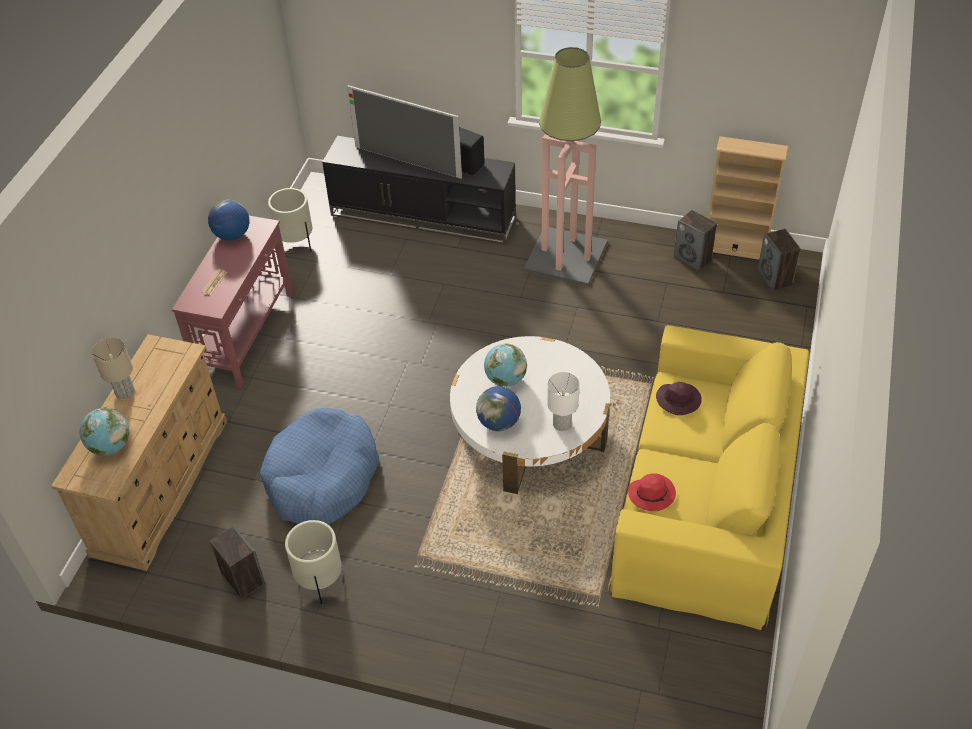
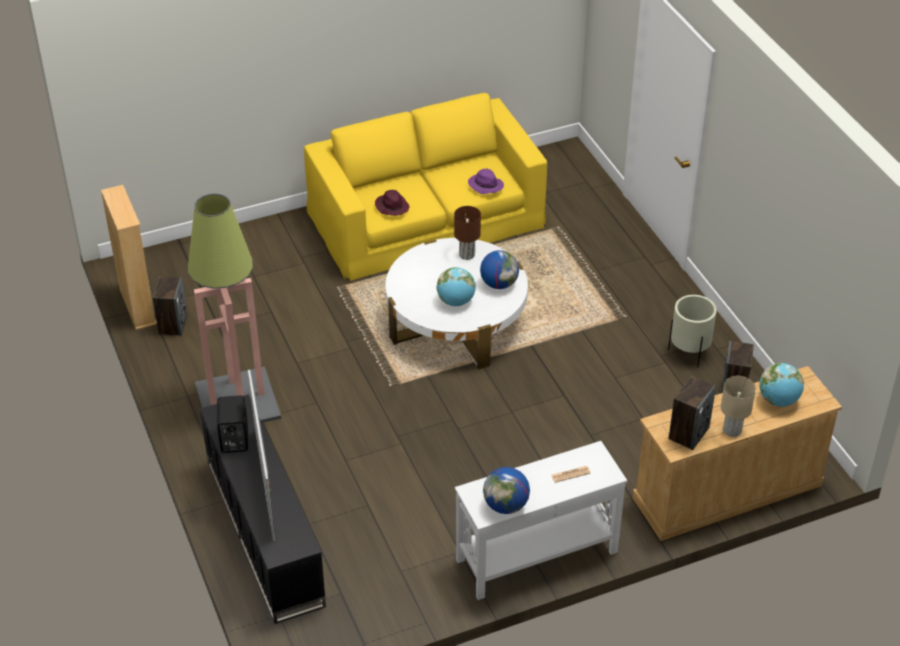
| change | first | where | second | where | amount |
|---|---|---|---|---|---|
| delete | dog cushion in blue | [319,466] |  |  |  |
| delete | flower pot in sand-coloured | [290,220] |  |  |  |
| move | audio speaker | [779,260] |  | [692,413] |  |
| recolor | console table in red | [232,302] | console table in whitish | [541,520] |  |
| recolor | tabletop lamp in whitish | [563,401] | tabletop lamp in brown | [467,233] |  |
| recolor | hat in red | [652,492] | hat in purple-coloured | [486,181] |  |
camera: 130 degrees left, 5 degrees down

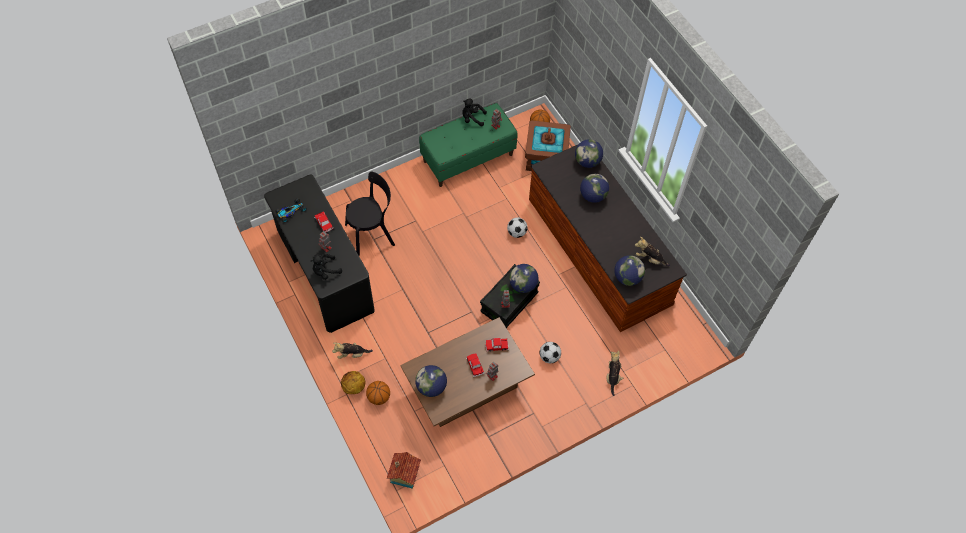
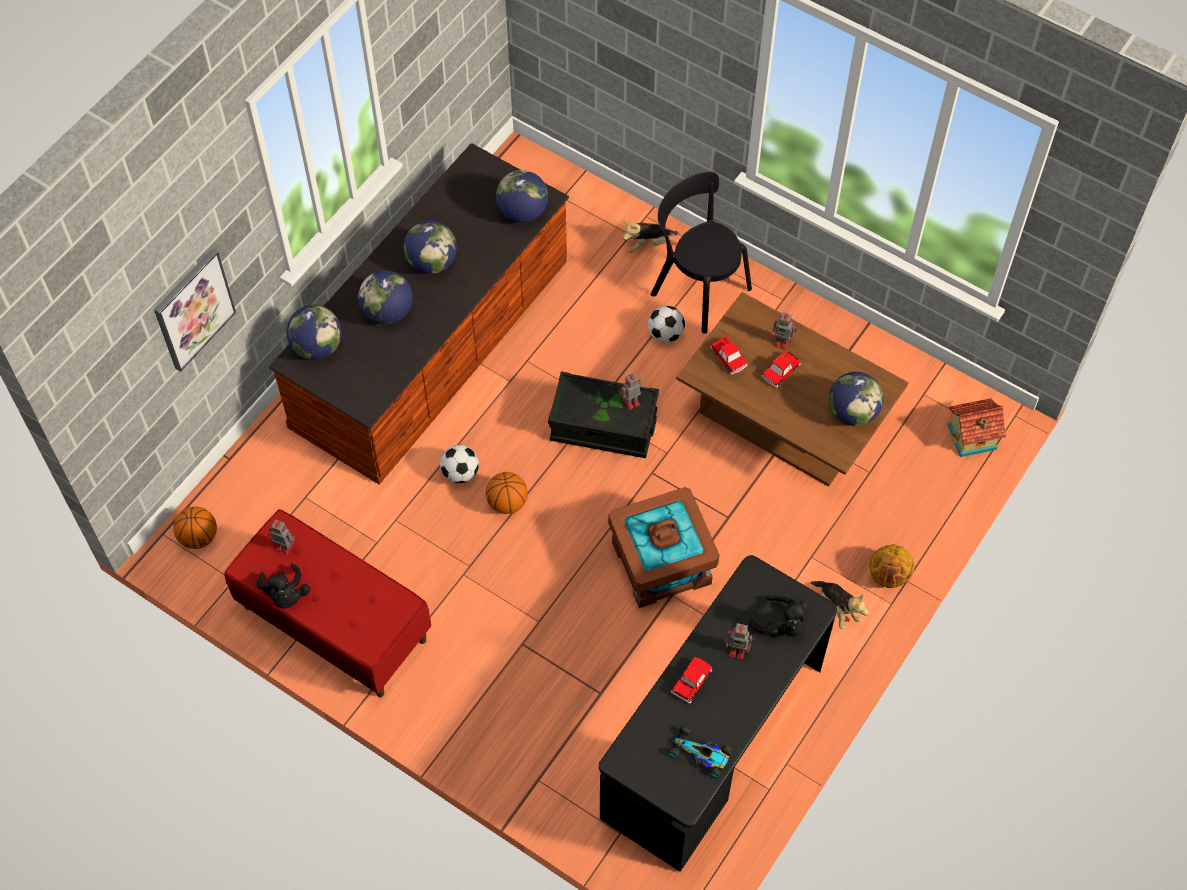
| change | first | where | second | where | amount |
|---|---|---|---|---|---|
| delete | plush toy | [652,252] |  |  |  |
| insert |  |  | picture | [195,310] |  |
| move | chair in blackish | [370,213] |  | [701,253] |  |
| move | basketball ball | [378,393] |  | [507,493] |  |
| move | desk globe | [524,278] |  | [430,247] |  |
| move | storage container in brown | [548,145] |  | [664,547] |  |
| recolor | long seat in green-coloured | [468,145] | long seat in red | [327,603] |  |
camera: 115 degrees left, 0 degrees up

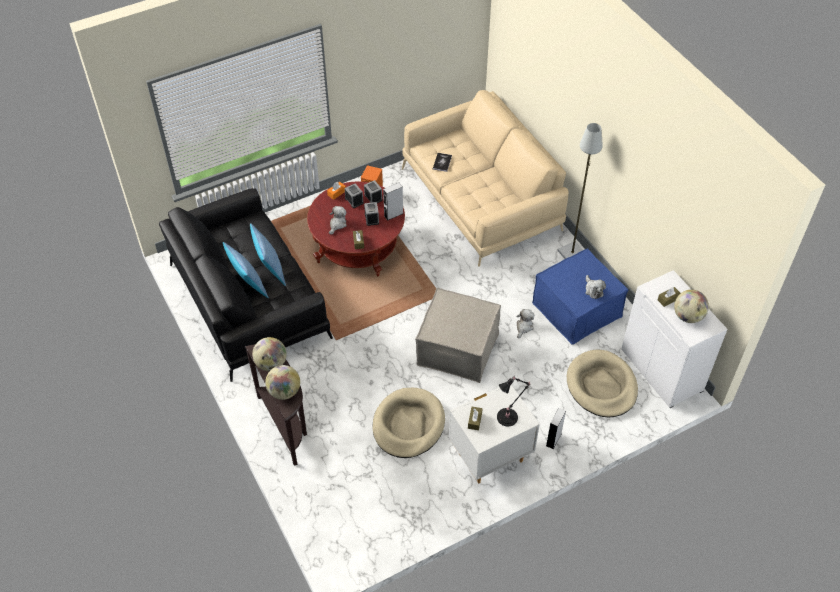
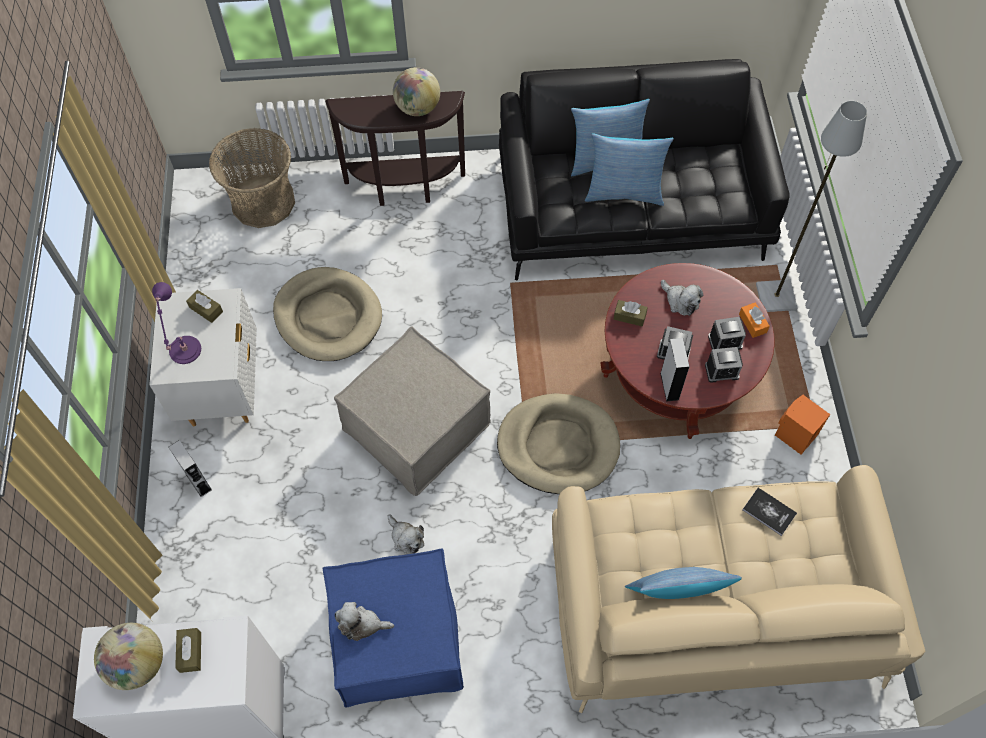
| change | first | where | second | where | amount |
|---|---|---|---|---|---|
| delete | desk globe | [282,382] |  |  |  |
| insert |  |  | basket | [252,178] |  |
| insert |  |  | pillow | [683,583] |  |
| move | standard lamp in greyish | [580,191] |  | [811,206] |  |
| move | dog cushion in sand-coloured | [602,383] |  | [558,443] |  |
| recolor | tabletop lamp in blackish | [513,402] | tabletop lamp in purple-coloured | [176,323] |  |
camera: 115 degrees right, 10 degrees up

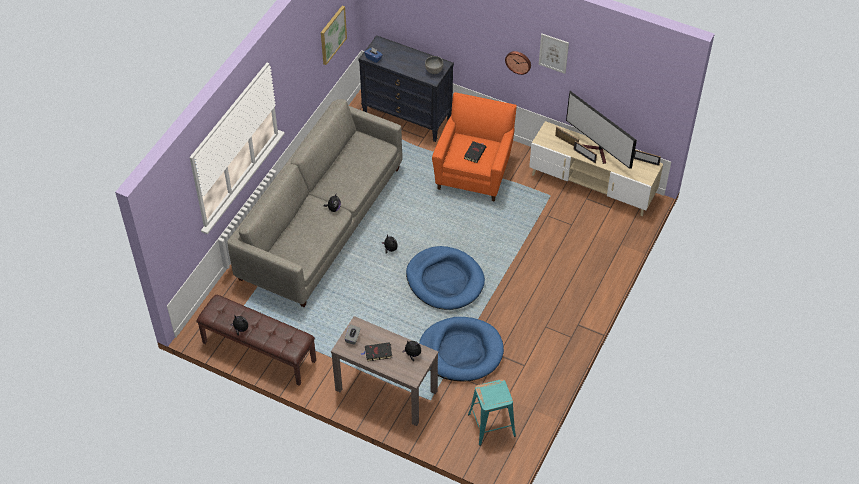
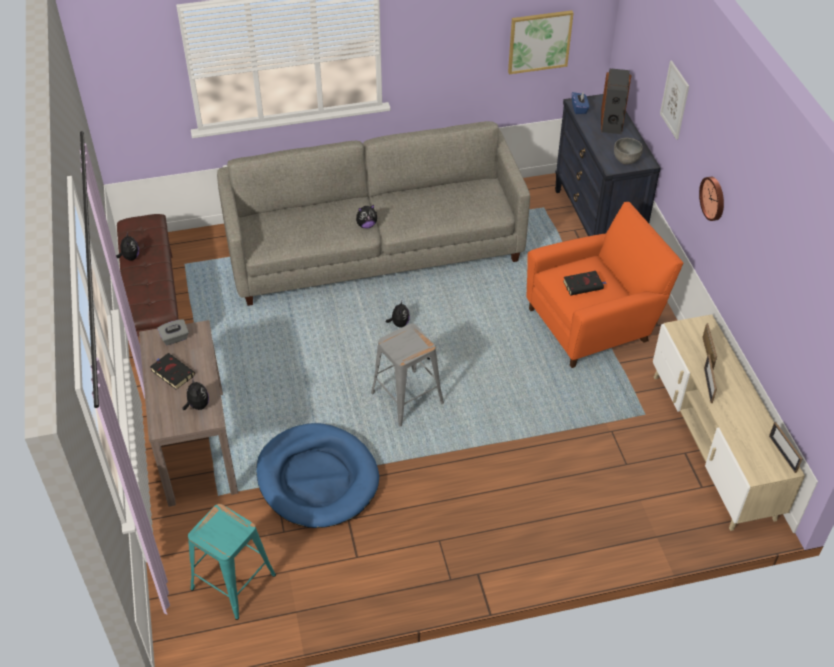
| change | first | where | second | where | amount |
|---|---|---|---|---|---|
| delete | TV | [601,130] |  |  |  |
| insert |  |  | audio speaker | [616,101] |  |
| move | picture | [554,54] |  | [674,100] |  |
| replace | dog cushion in blue | [445,278] | sitting stool in greyish | [407,375] |  |
camera: 50 degrees right, 5 degrees down

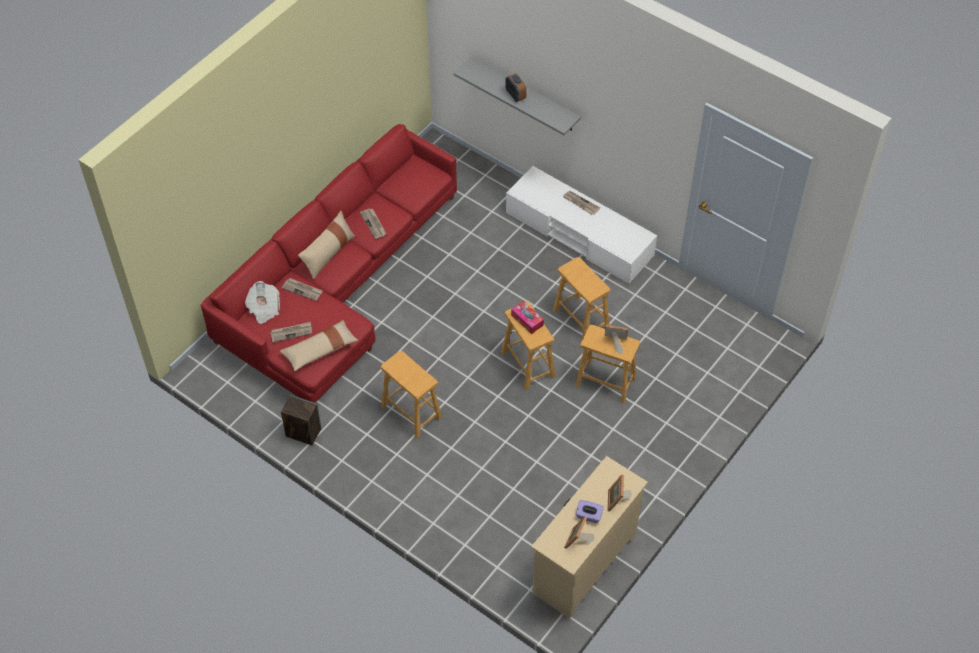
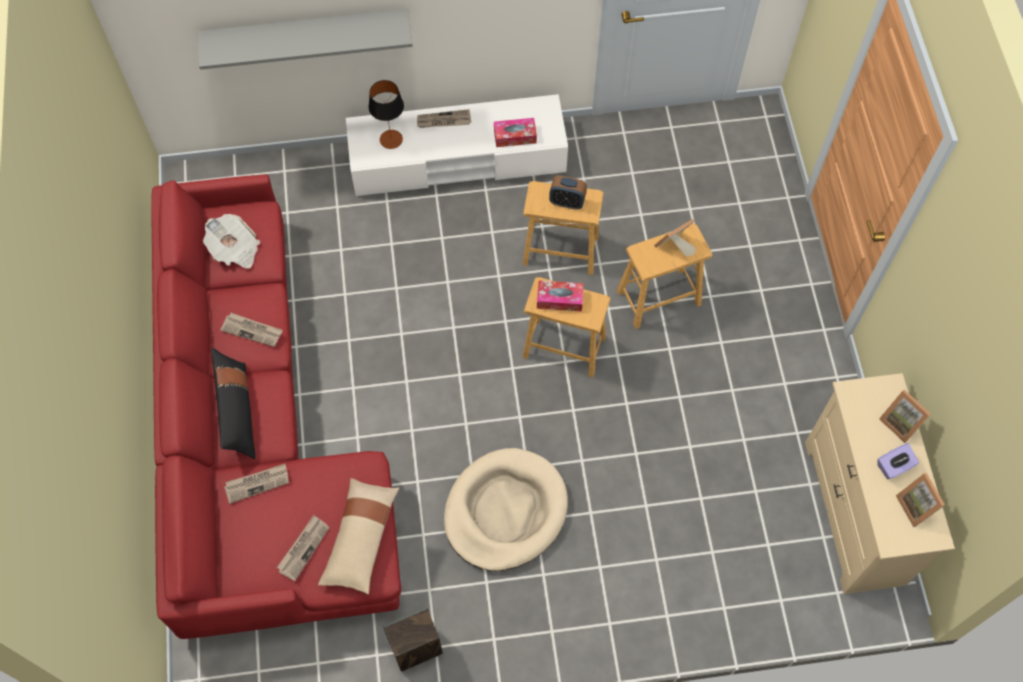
| change | first | where | second | where | amount |
|---|---|---|---|---|---|
| insert |  |  | tabletop lamp | [386,114] |  |
| insert |  |  | tissue holder | [515,132] |  |
| move | printed paper | [262,302] |  | [231,241] |  |
| move | bedside clock | [516,87] |  | [568,192] |  |
| replace | sitting stool in brown | [411,394] | dog cushion in sand-coloured | [506,509] |  |
| recolor | pillow in sand-coloured | [326,245] | pillow in blackish | [233,404] |  |
camera: 45 degrees left, 10 degrees up

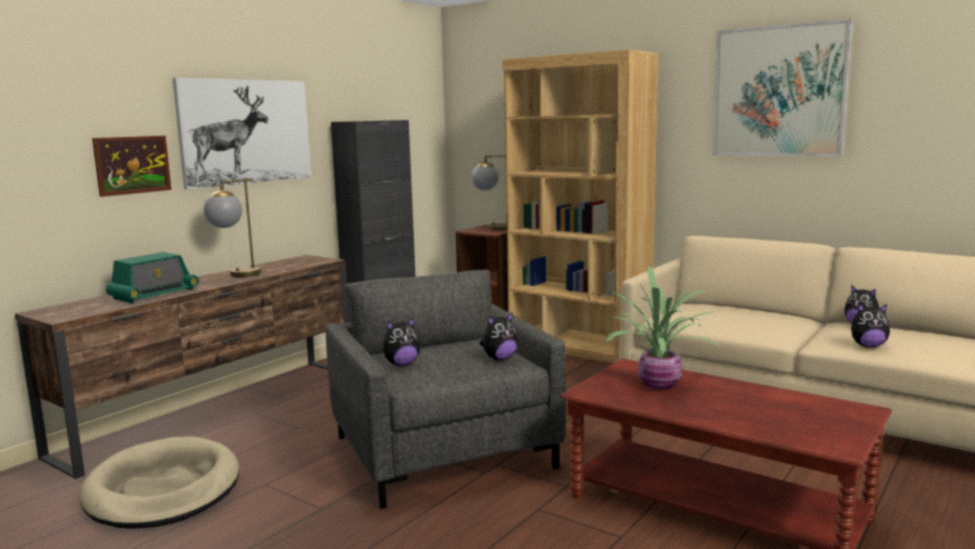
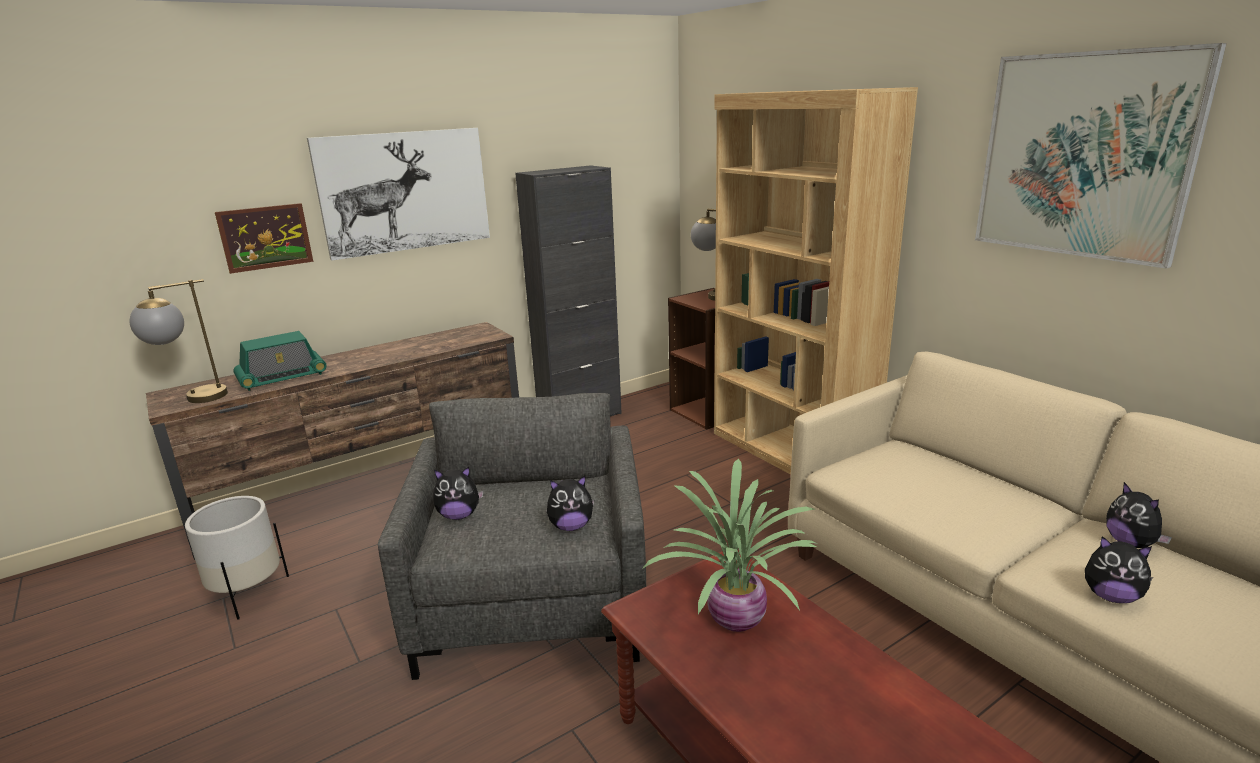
| change | first | where | second | where | amount |
|---|---|---|---|---|---|
| move | tabletop lamp | [232,227] |  | [179,341] |  |
| replace | dog cushion in sand-coloured | [159,482] | flower pot in whitish | [237,558] |  |
camera: 20 degrees right, 10 degrees up

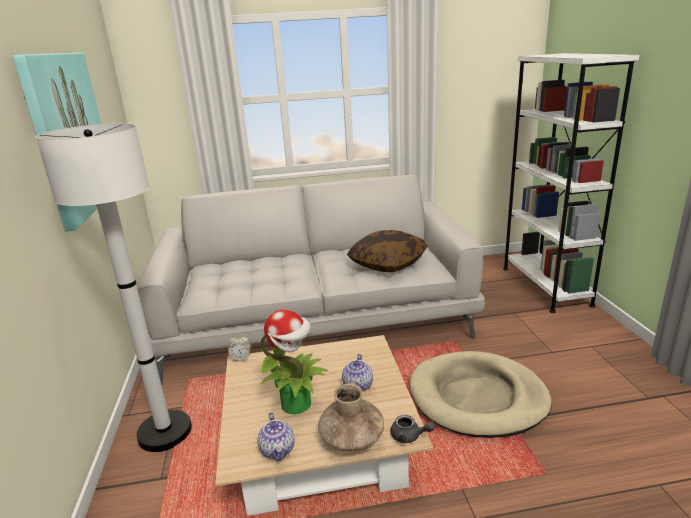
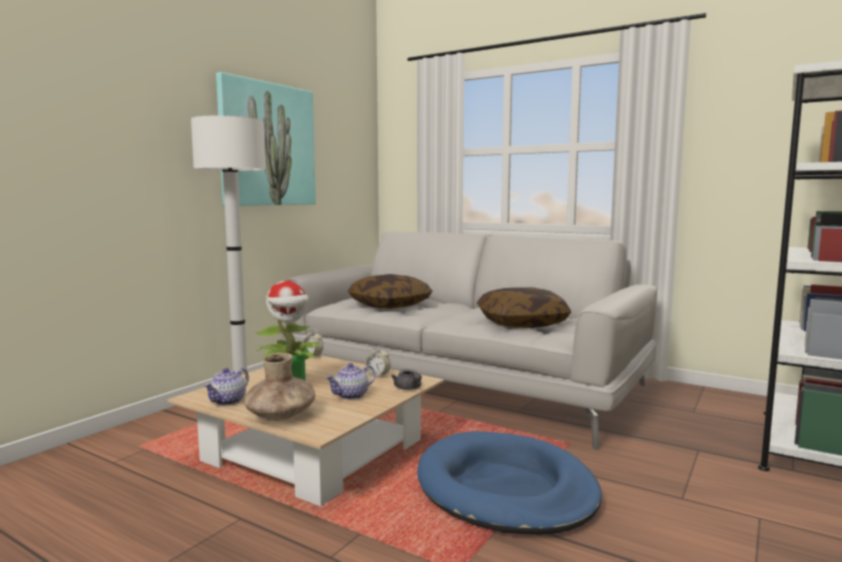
| change | first | where | second | where | amount |
|---|---|---|---|---|---|
| insert |  |  | pillow | [390,291] |  |
| insert |  |  | bedside clock | [378,362] |  |
| move | tea pot in greyish | [413,429] |  | [406,379] |  |
| recolor | dog cushion in sand-coloured | [480,394] | dog cushion in blue | [509,483] |  |
camera: 40 degrees right, 15 degrees down

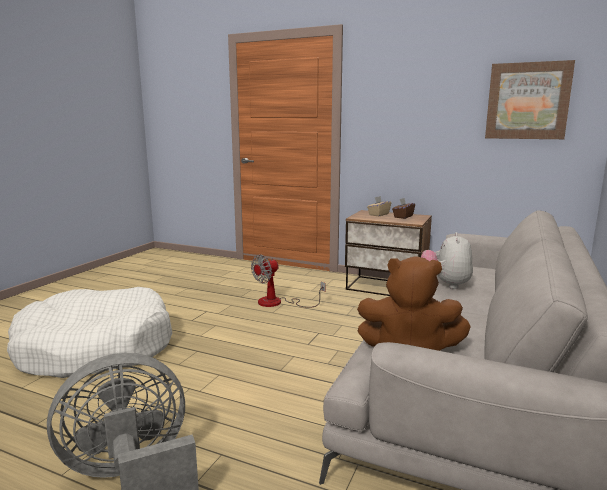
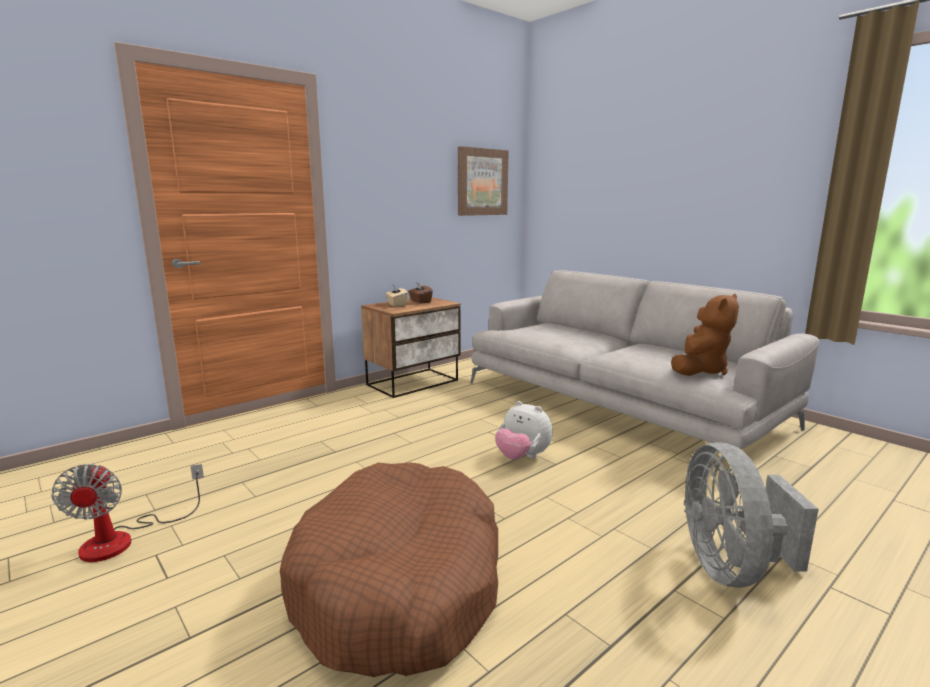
| change | first | where | second | where | amount |
|---|---|---|---|---|---|
| move | electric fan | [288,281] |  | [127,512] |  |
| move | plush toy | [447,260] |  | [524,430] |  |
| recolor | dog cushion in whitish | [89,332] | dog cushion in brown | [389,570] |  |
camera: 65 degrees left, 0 degrees up

